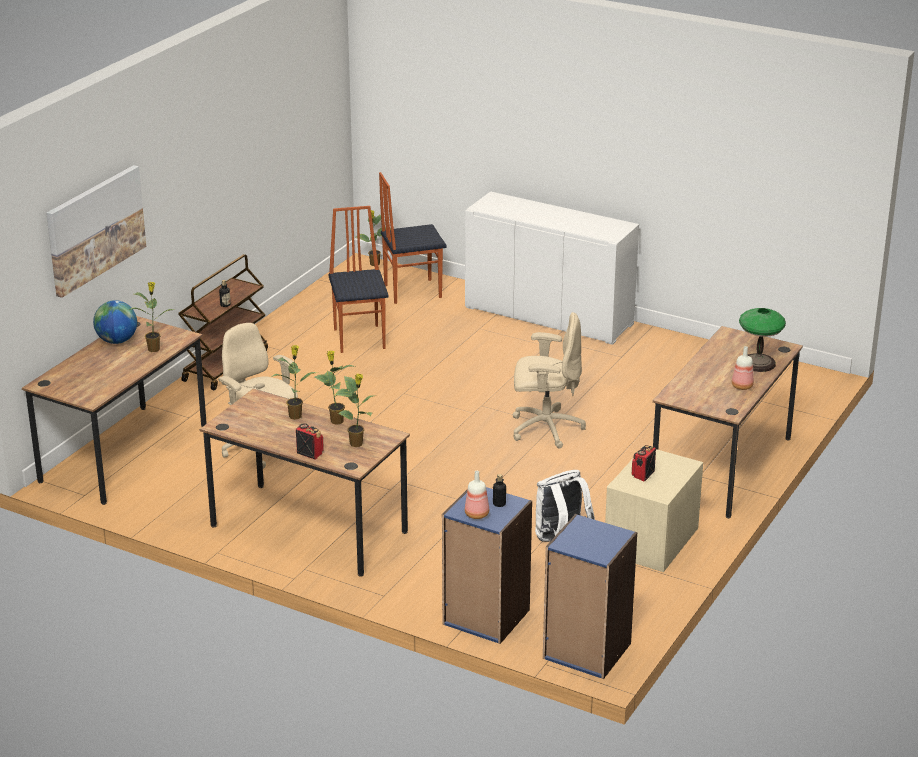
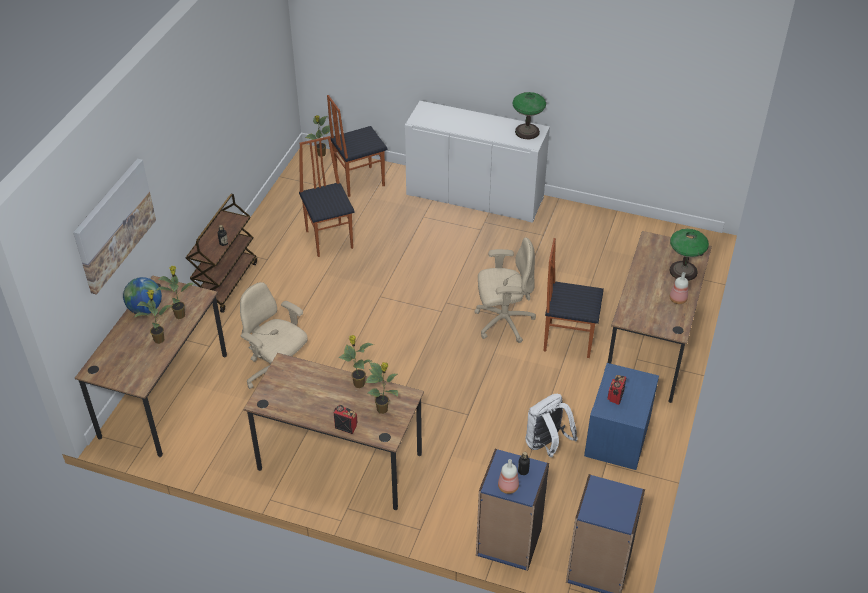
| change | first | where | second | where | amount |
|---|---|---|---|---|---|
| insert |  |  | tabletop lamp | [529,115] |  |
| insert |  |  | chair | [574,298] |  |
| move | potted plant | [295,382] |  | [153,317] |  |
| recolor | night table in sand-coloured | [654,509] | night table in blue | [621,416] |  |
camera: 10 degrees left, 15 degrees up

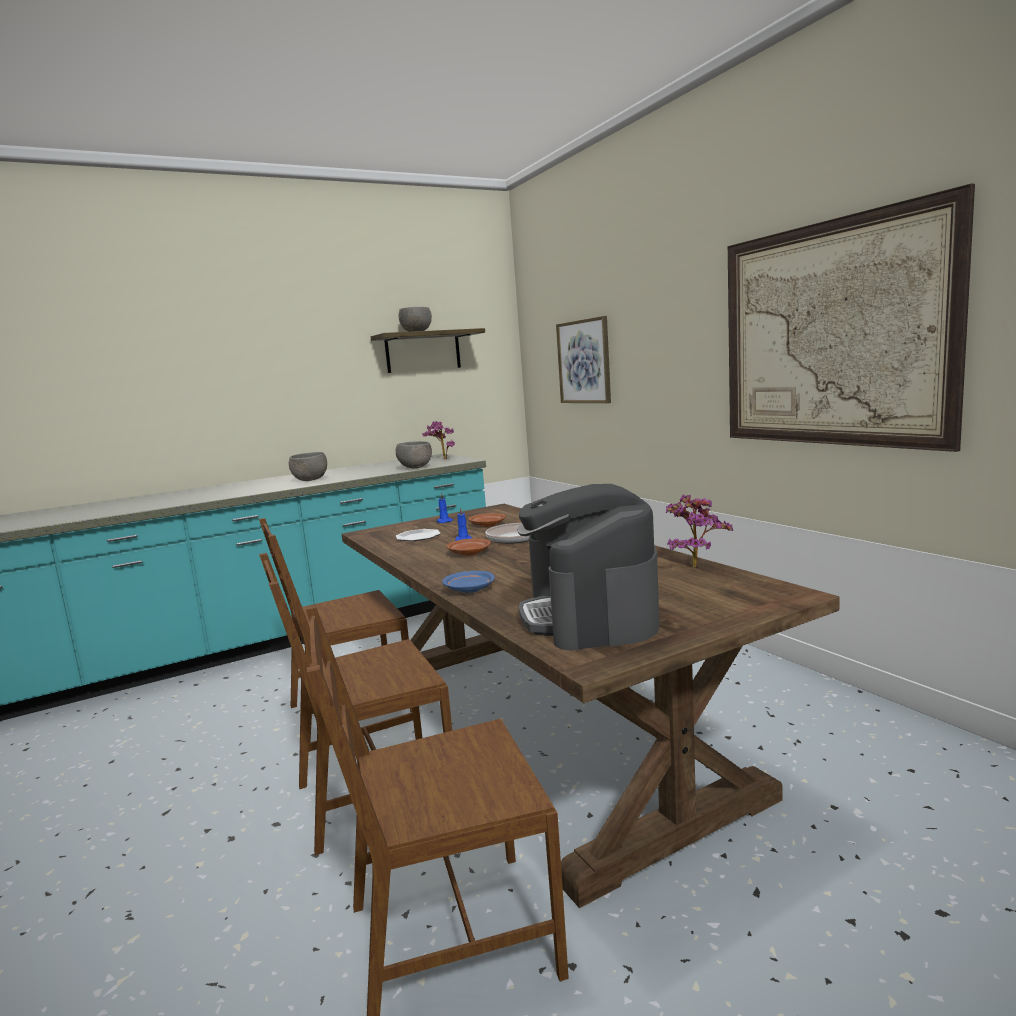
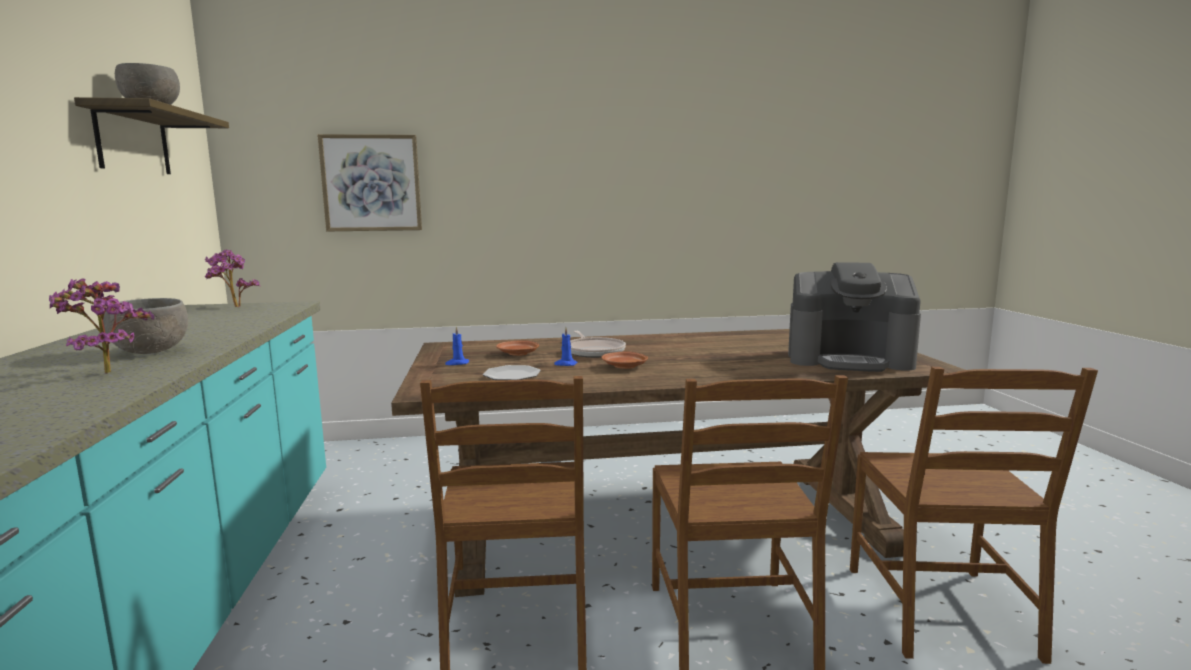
| change | first | where | second | where | amount |
|---|---|---|---|---|---|
| delete | deep dish in greyish | [414,454] |  |  |  |
| delete | dinner plate in blue | [468,582] |  |  |  |
| delete | picture | [851,317] |  |  |  |
| move | potted plant | [699,531] |  | [101,326] |  |
camera: 70 degrees left, 0 degrees up

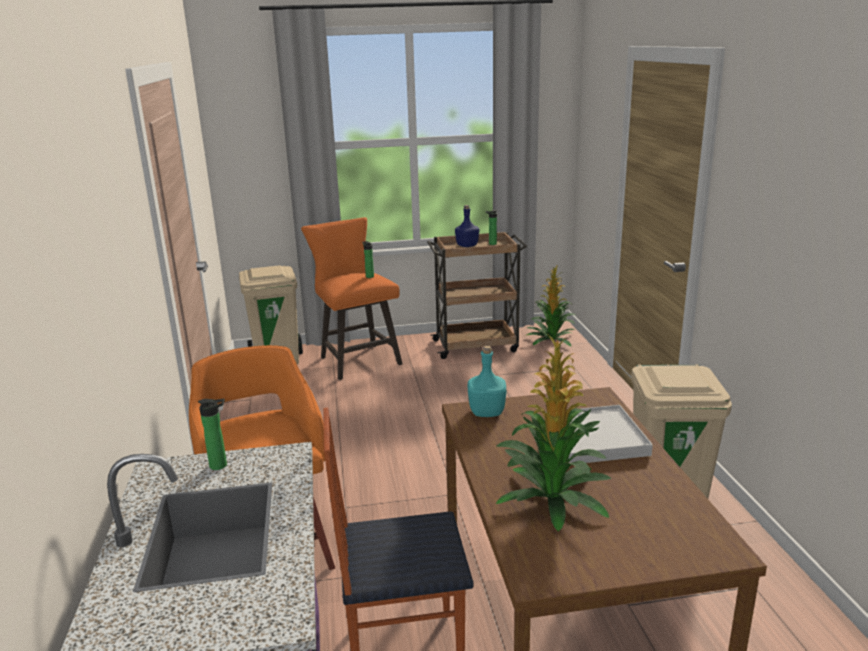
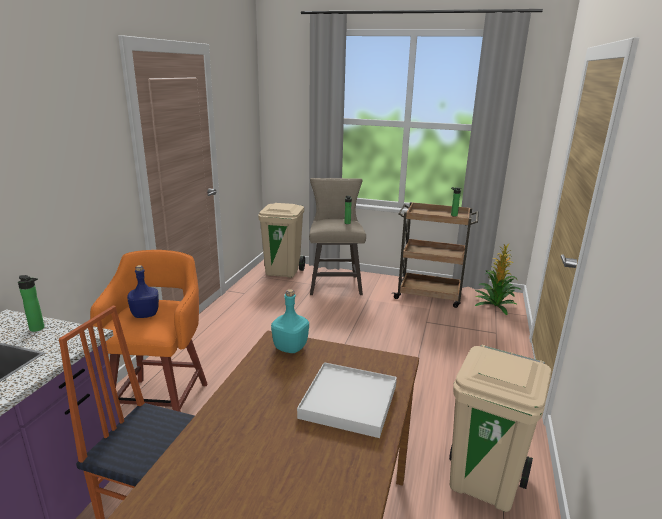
| change | first | where | second | where | amount |
|---|---|---|---|---|---|
| delete | potted plant | [553,433] |  |  |  |
| move | beverage bottle in blue | [467,226] |  | [143,291] |  |
| recolor | sitting stool in orange-coloured | [351,298] | sitting stool in sand-coloured | [337,236] |  |
camera: 25 degrees right, 0 degrees up

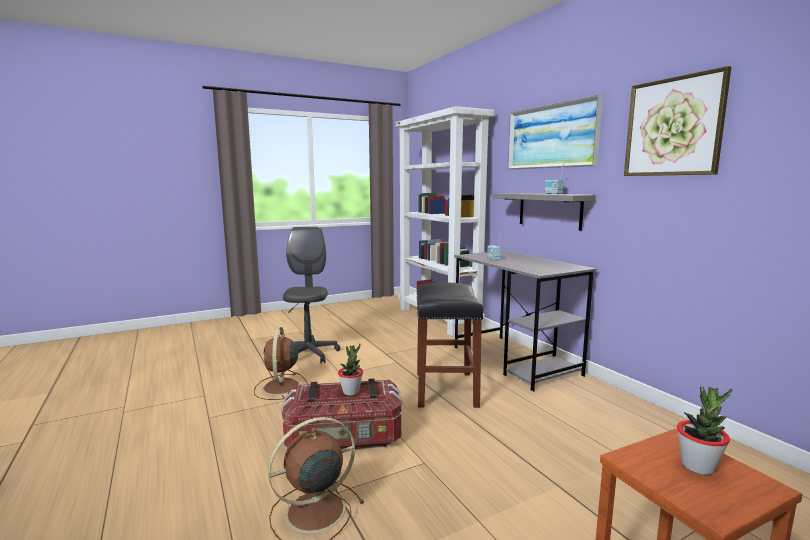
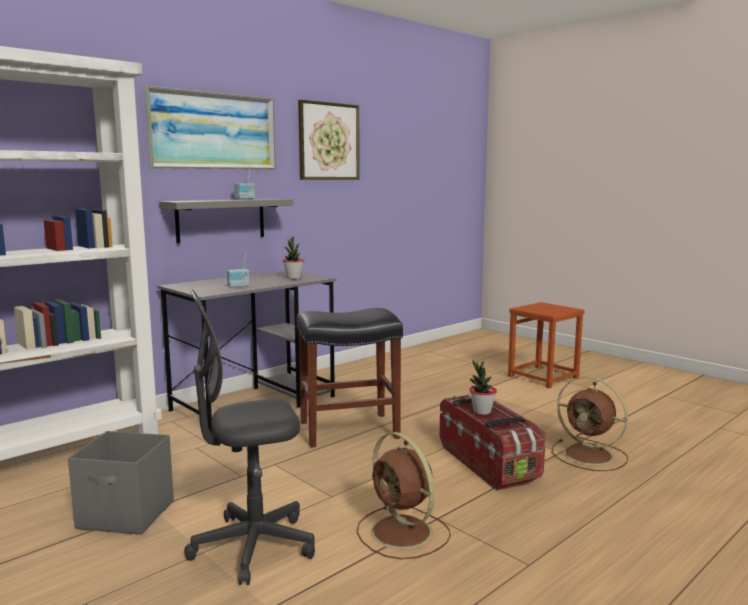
| change | first | where | second | where | amount |
|---|---|---|---|---|---|
| insert |  |  | storage container in greyish | [121,483] |  |
| move | potted plant | [705,430] |  | [293,258] |  |
| rotate | electric fan in brown | [281,363] |  | [404,495] | 75 degrees clockwise |
camera: 105 degrees left, 0 degrees up

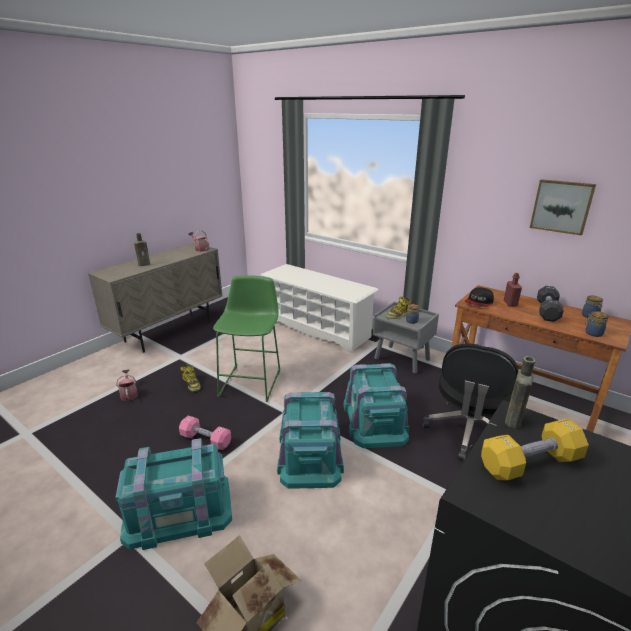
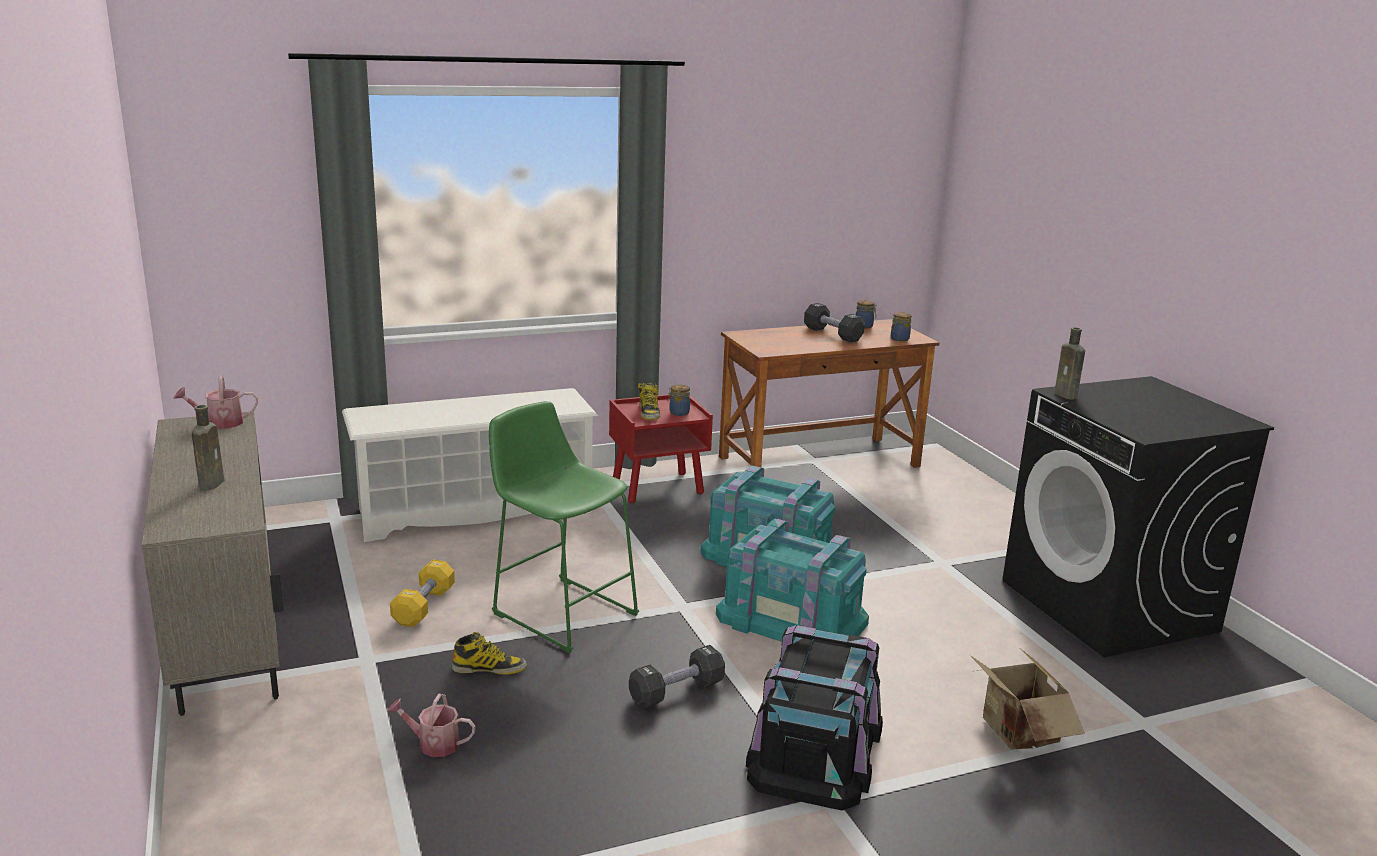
| change | first | where | second | where | amount |
|---|---|---|---|---|---|
| delete | computer chair in blackish | [470,402] |  |  |  |
| delete | baseball cap | [479,297] |  |  |  |
| delete | beverage bottle in red | [513,290] |  |  |  |
| delete | picture | [563,207] |  |  |  |
| move | hand weight in yellow-coloured | [535,449] |  | [422,593] |  |
| recolor | storage container in blue-green | [173,494] | storage container in blackish | [814,717] |  |
| recolor | hand weight in pink | [205,433] | hand weight in blackish | [677,676] |  |
| recolor | night table in greyish | [406,337] | night table in red | [661,448] |  |
camera: 60 degrees left, 5 degrees down

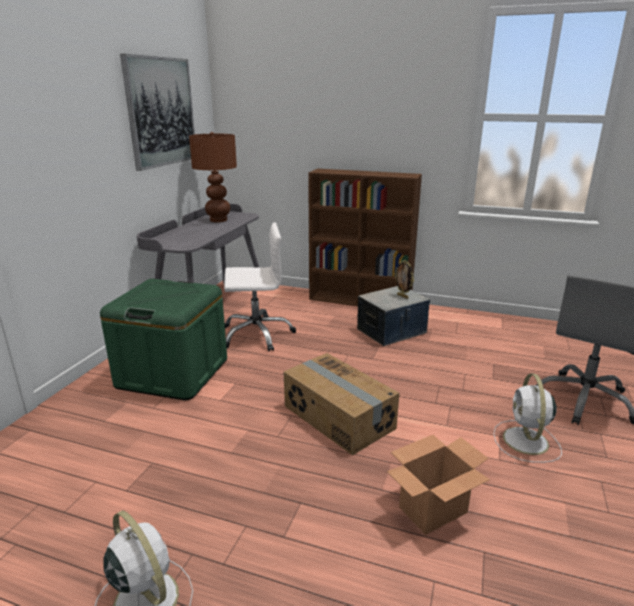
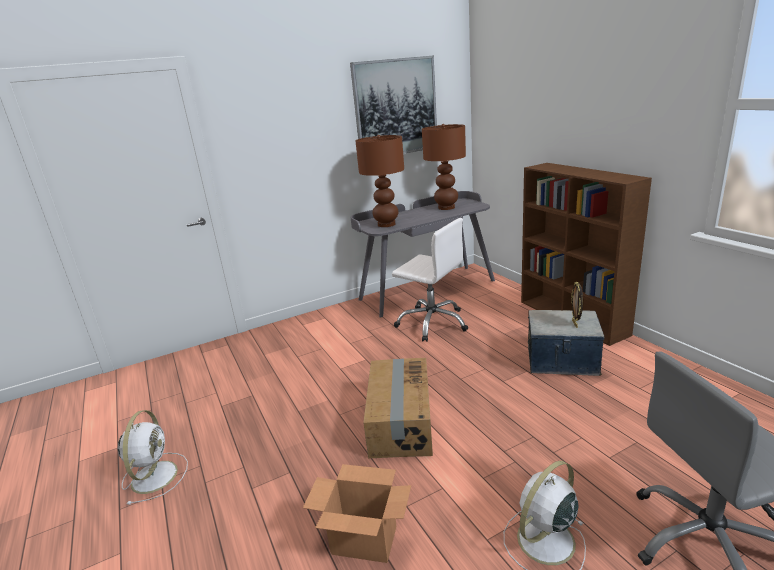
| change | first | where | second | where | amount |
|---|---|---|---|---|---|
| delete | storage container in green-coloured | [163,339] |  |  |  |
| insert |  |  | tabletop lamp in brown | [379,181] |  |
camera: 45 degrees right, 0 degrees up

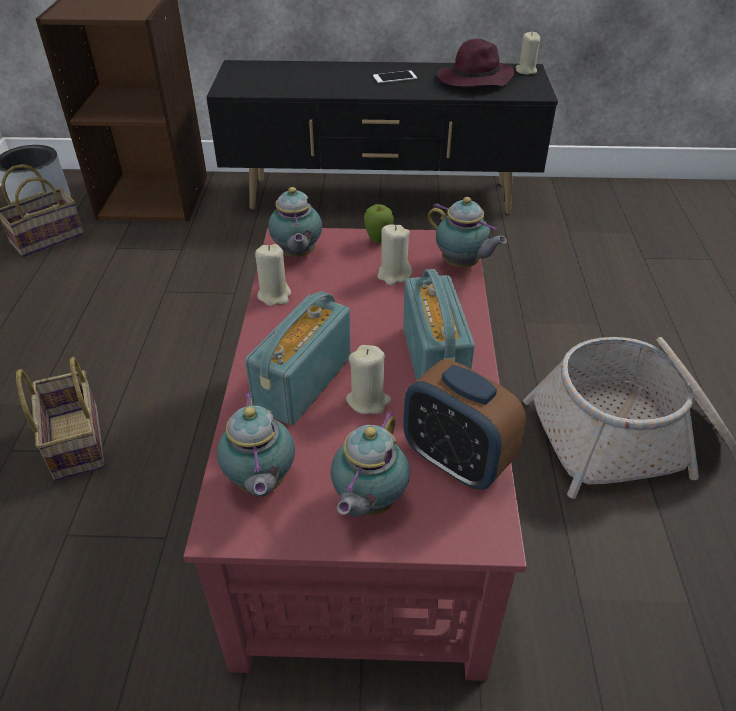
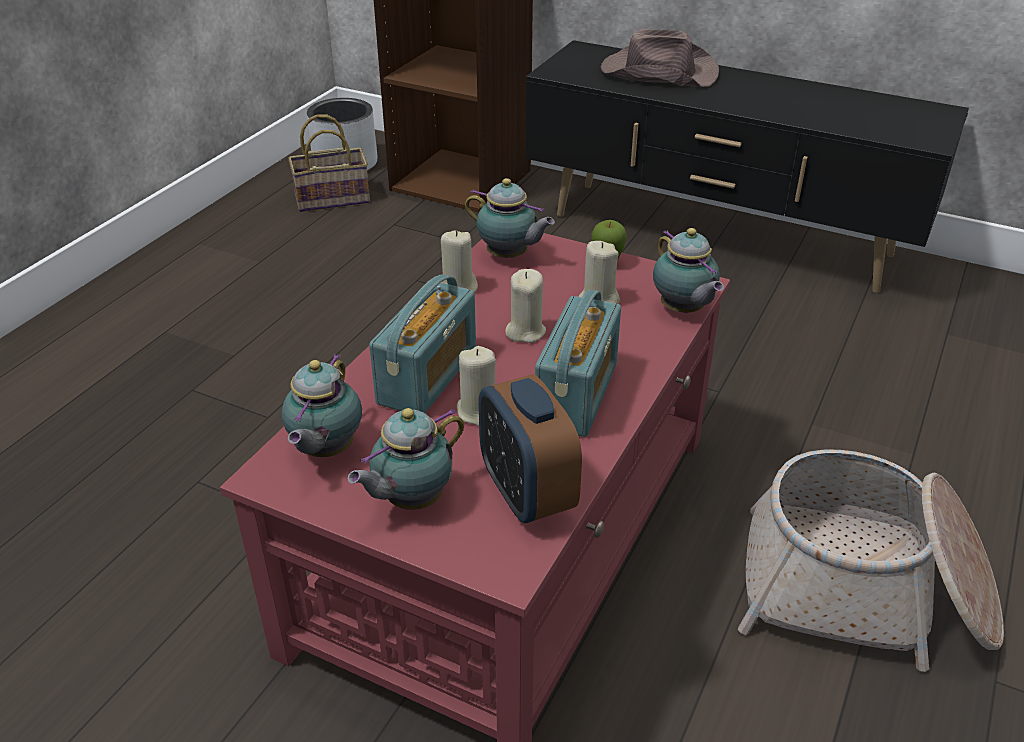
| change | first | where | second | where | amount |
|---|---|---|---|---|---|
| delete | basket | [60,419] |  |  |  |
| delete | handset | [395,76] |  |  |  |
| delete | hat in purple-coloured | [476,63] |  |  |  |
| insert |  |  | hat in brown | [660,58] |  |
| move | wax light in sand-coloured | [528,53] |  | [525,306] |  |
| rotate | radio receiver | [298,358] |  | [422,343] | 150 degrees clockwise |
| rotate | tea pot | [295,222] |  | [510,218] | 75 degrees counterclockwise |
camera: 25 degrees right, 5 degrees down

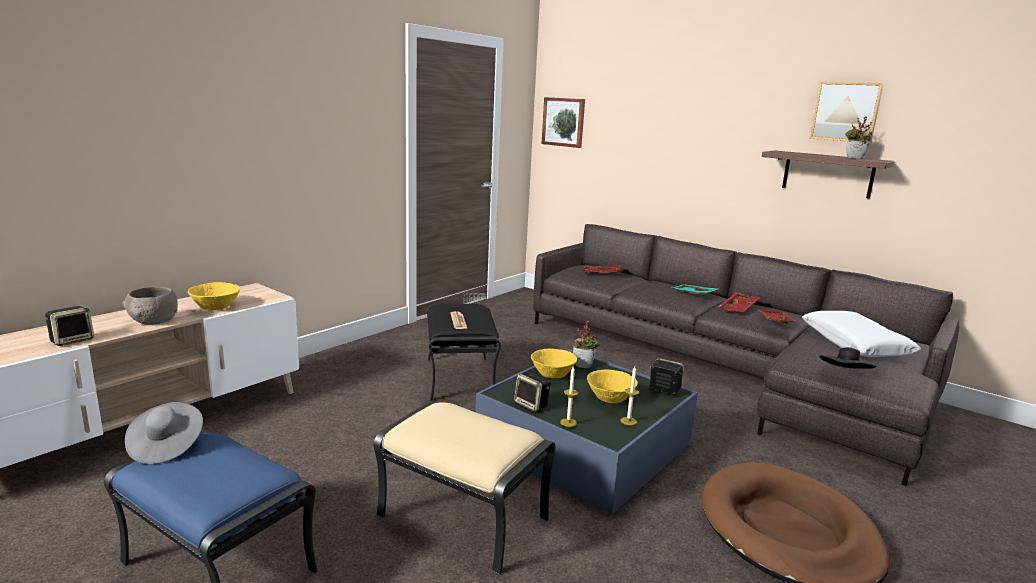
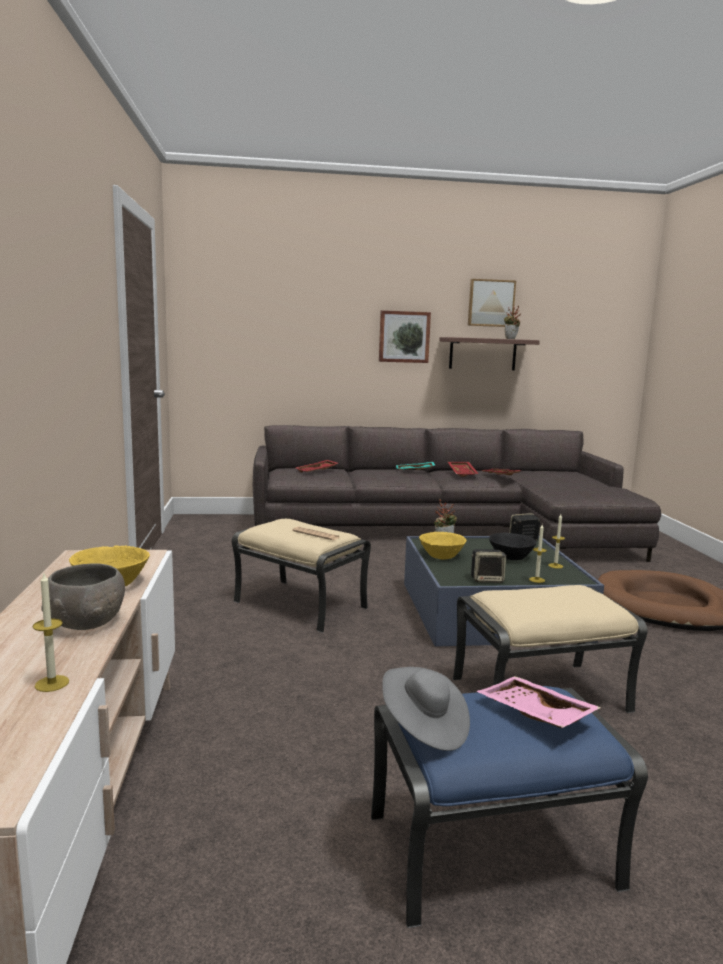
| change | first | where | second | where | amount |
|---|---|---|---|---|---|
| delete | pillow in whitish | [861,334] |  |  |  |
| delete | hat in blackish | [847,358] |  |  |  |
| insert |  |  | tray in pink | [538,702] |  |
| move | picture | [563,122] |  | [405,336] |  |
| replace | audio speaker | [69,326] | wax light | [51,633] |  |
| recolor | footrest in blackish | [464,352] | footrest in sand-coloured | [301,576] |  |
| recolor | deep dish in yellow-coloured | [612,386] | deep dish in blackish | [513,546] |  |
camera: 45 degrees left, 5 degrees down

